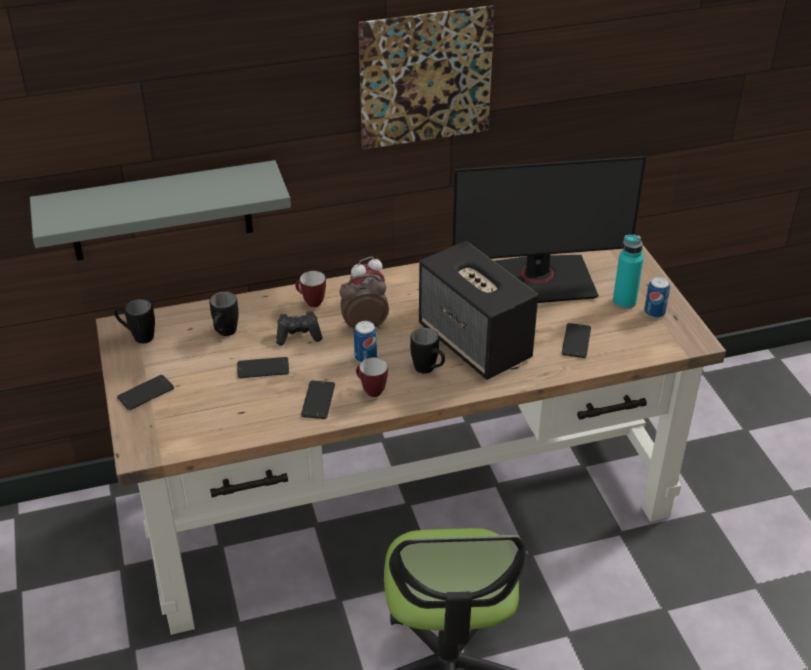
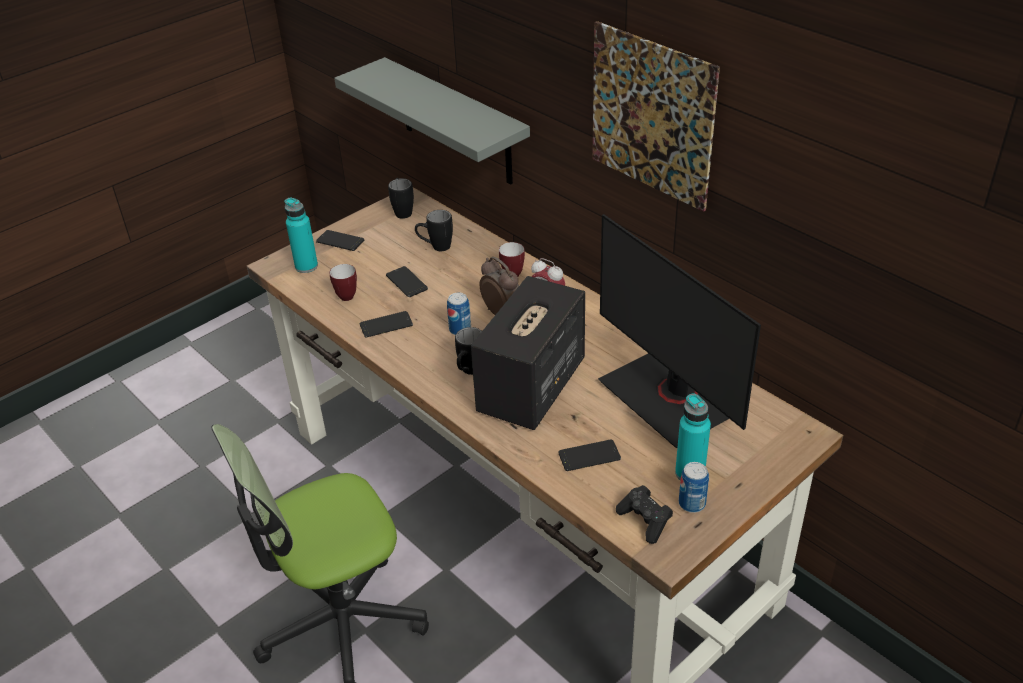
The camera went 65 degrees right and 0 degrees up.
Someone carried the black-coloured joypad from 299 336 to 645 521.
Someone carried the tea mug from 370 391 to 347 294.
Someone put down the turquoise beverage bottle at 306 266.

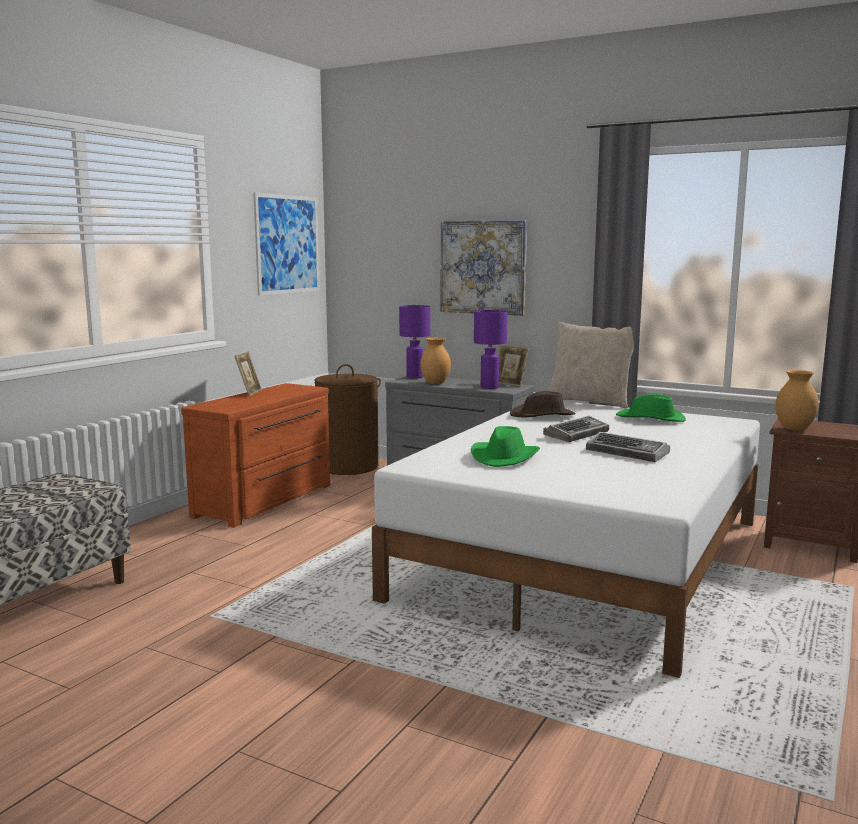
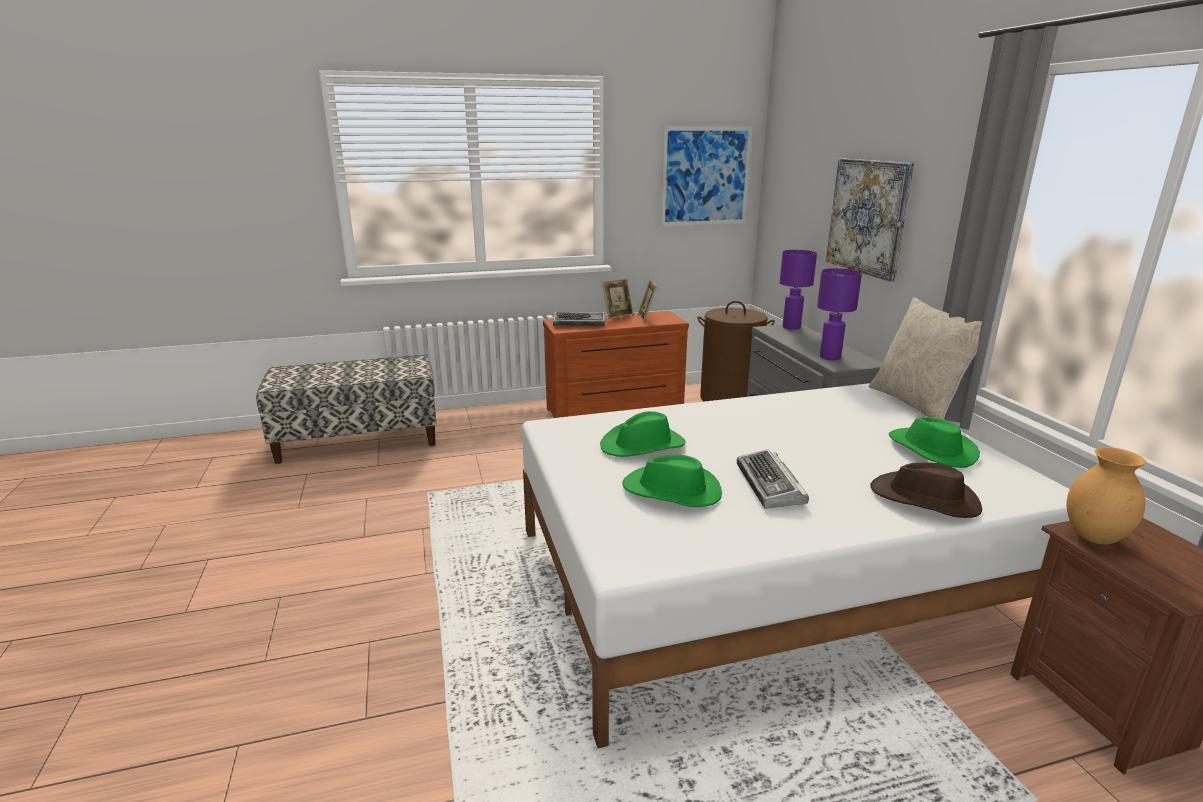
The camera went 45 degrees right and 10 degrees up.
Someone took away the brownish decorative vase at 435 383.
Someone carried the photo frame from 510 384 to 646 317.
Someone carried the brownish hat from 543 415 to 925 499.
Someone carried the computer keyboard from 576 434 to 580 323.
Someone put down the green-coloured hat at 672 491.

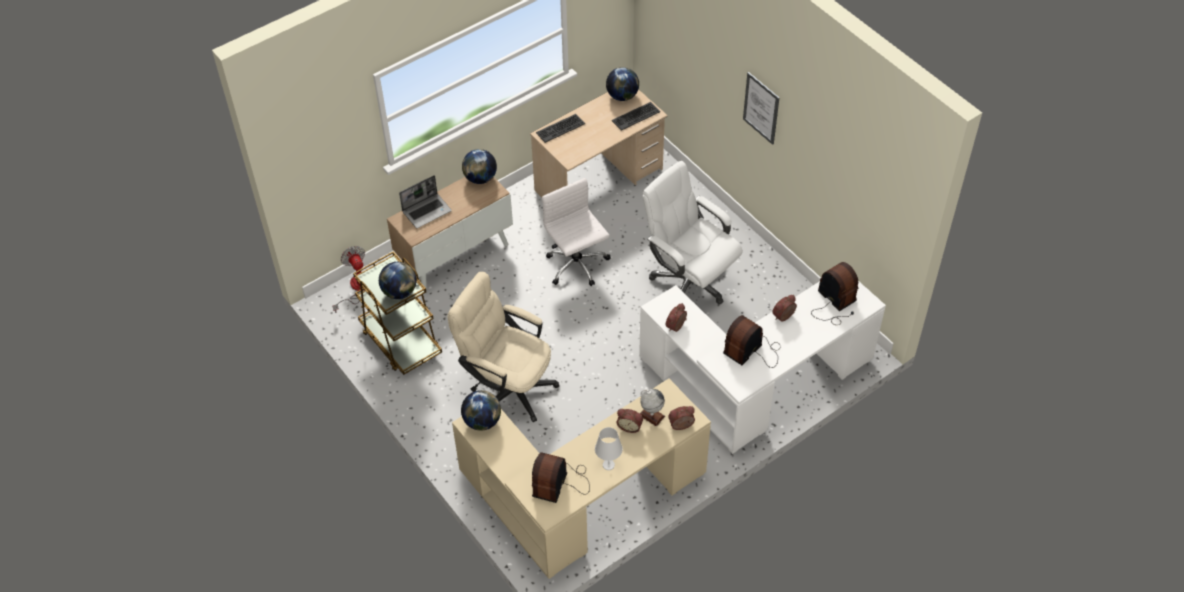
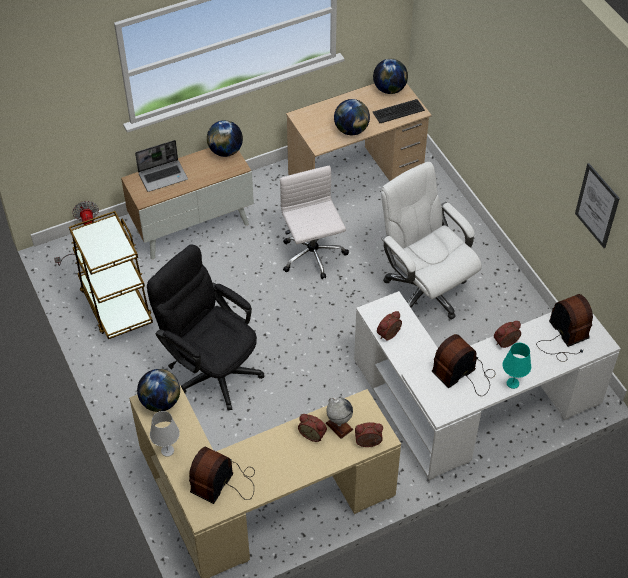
The camera went 10 degrees right and 0 degrees up.
Someone carried the desk globe from 399 292 to 351 130.
Someone repainted the beige desk chair at 507 386, which became the black-coloured desk chair at 211 368.
Someone took away the computer keyboard at 560 128.
Someone carried the white-coloured table lamp from 608 465 to 167 451.
Someone carried the picture from 761 108 to 597 205.
Someone put down the turquoise table lamp at 513 383.

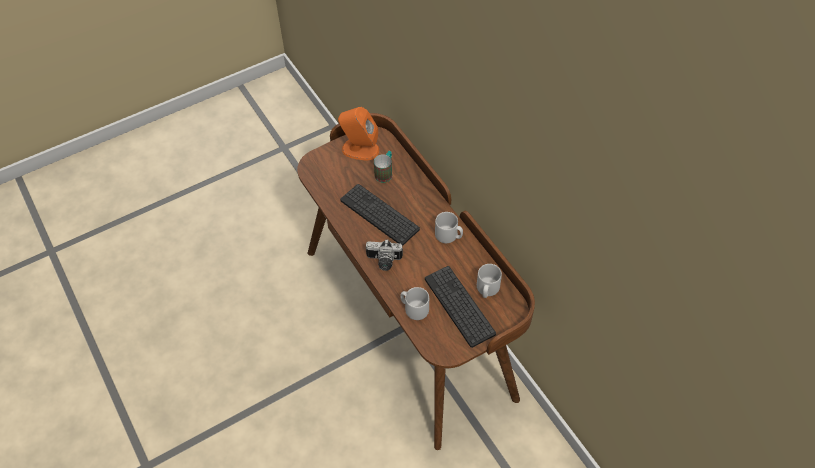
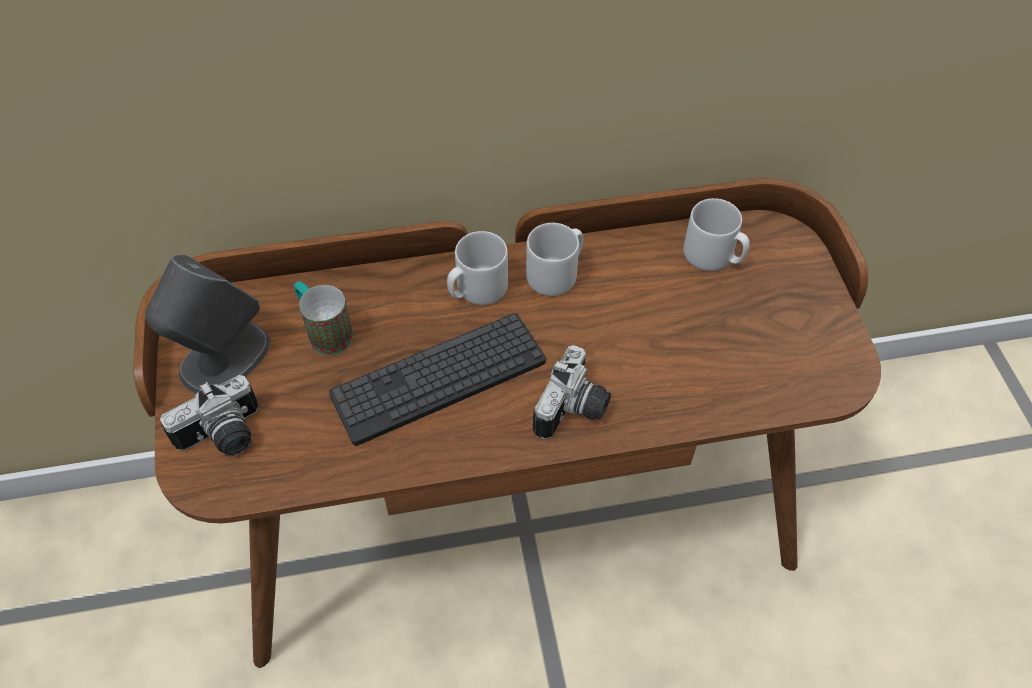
The camera went 70 degrees left and 0 degrees up.
Someone repainted the orangey loudspeaker at 360 149, which became the greyish loudspeaker at 224 358.
Someone carried the greyish tea mug from 414 309 to 476 290.
Someone took away the computer keyboard at 459 306.
Someone put down the photo camera at 224 437.

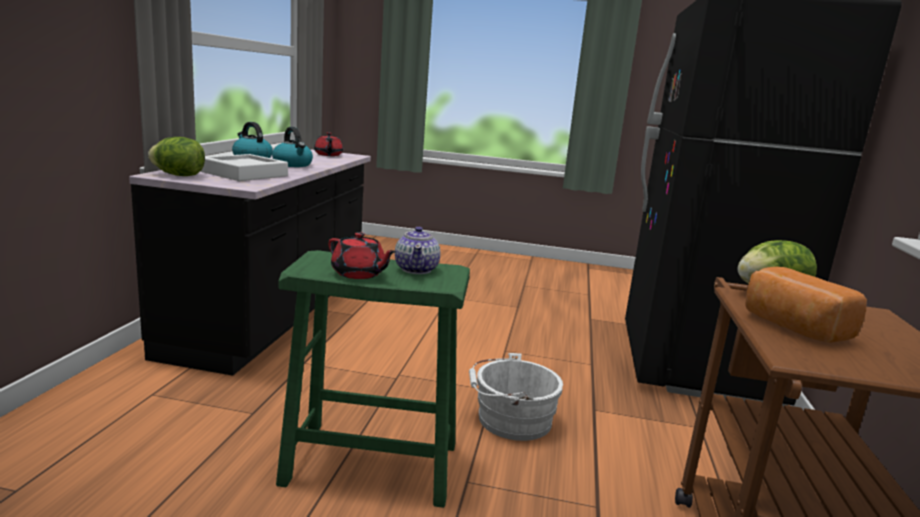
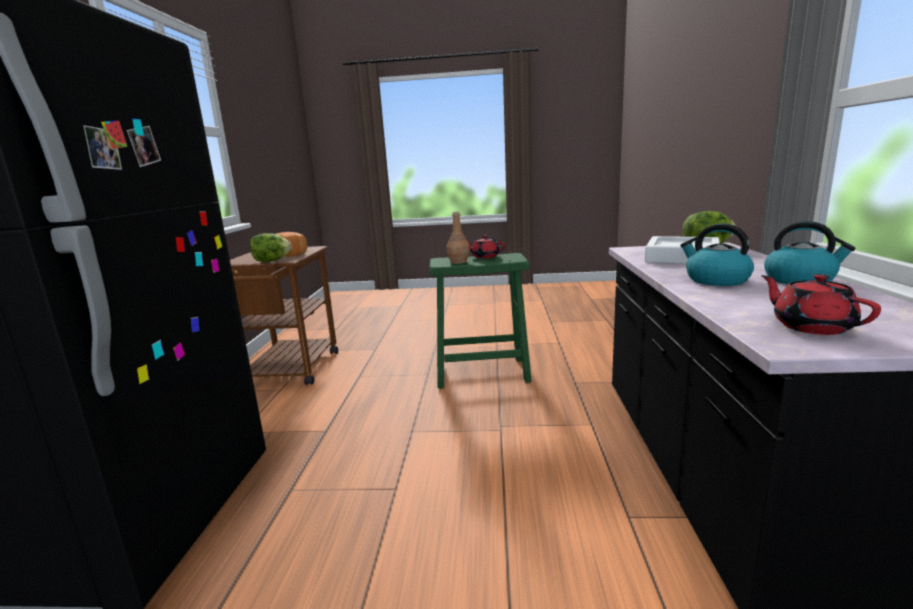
The camera went 175 degrees right and 0 degrees up.
Someone swapped the pot for tea at 417 269 for the brownish beverage bottle at 458 262.
Someone took away the white-coloured pail at 509 420.

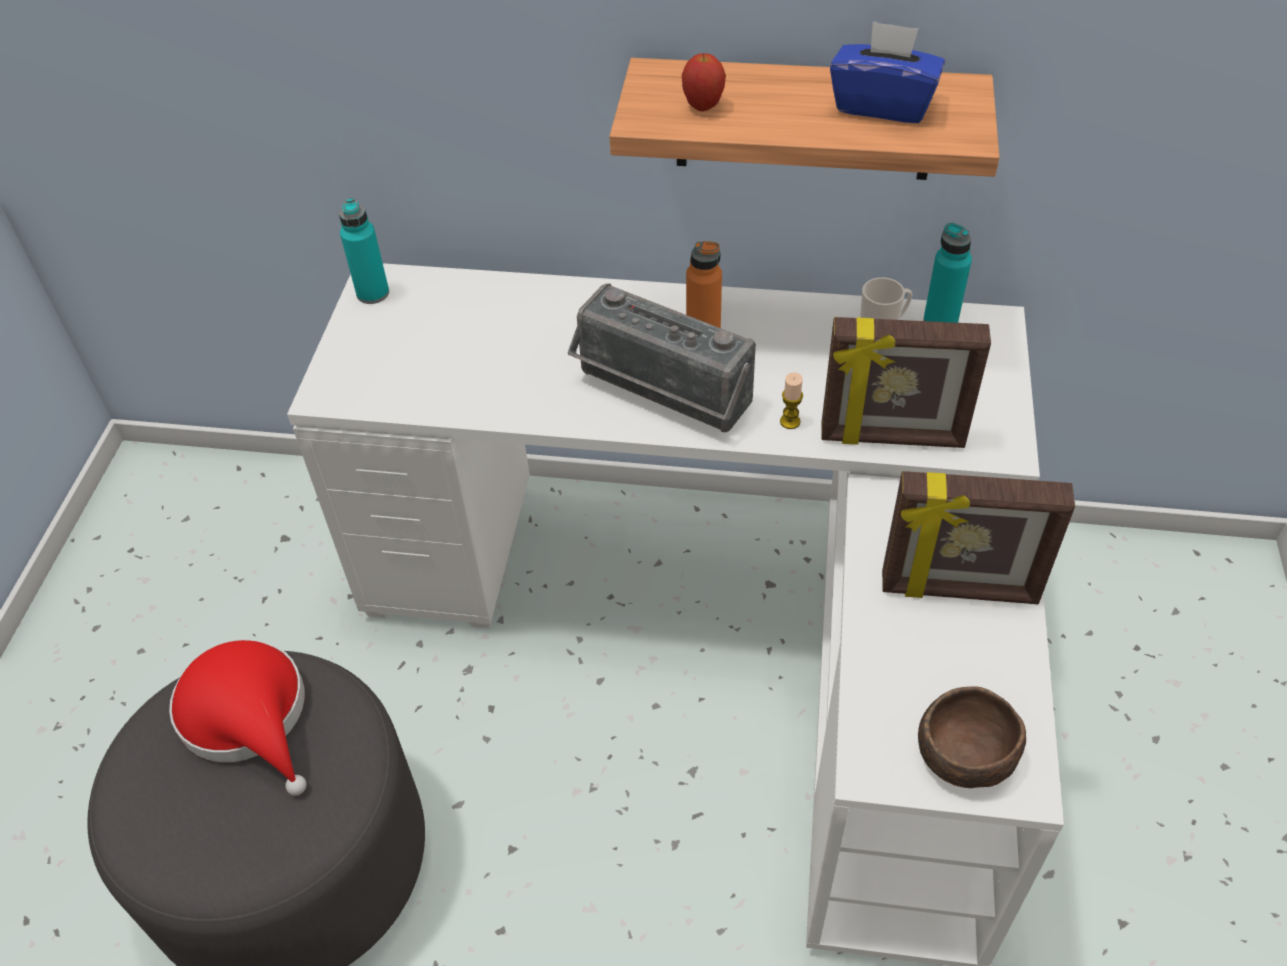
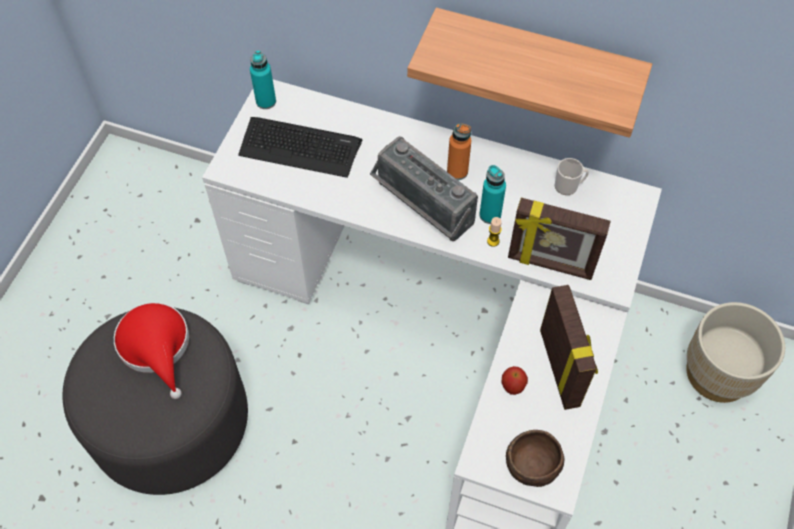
The camera went 10 degrees right and 10 degrees up.
Someone carried the apple from 703 106 to 512 387.
Someone took away the bluish box of tissues at 883 105.
Someone rotated the photo frame at 959 591 by 120 degrees counterclockwise.
Someone carried the turquoise beverage bottle from 940 322 to 490 215.
Someone put down the computer keyboard at 300 147.
Someone put down the beige flower pot at 718 373.

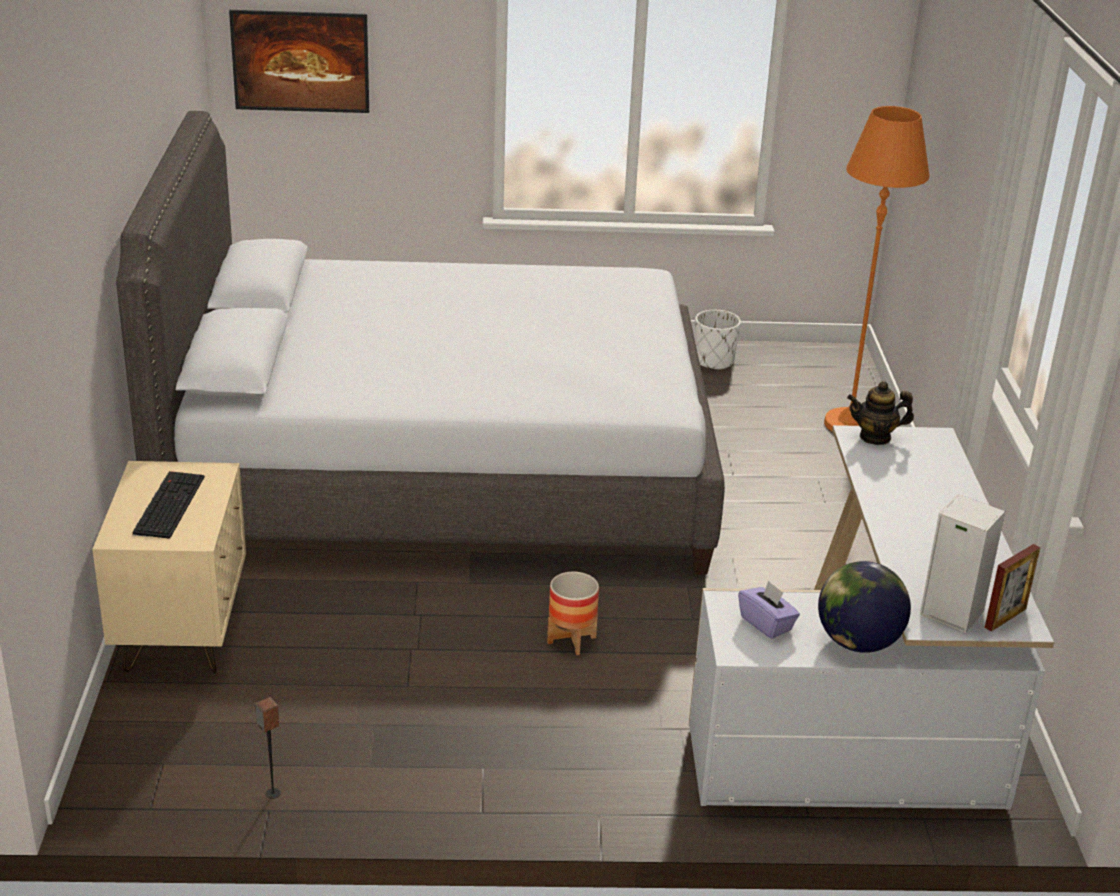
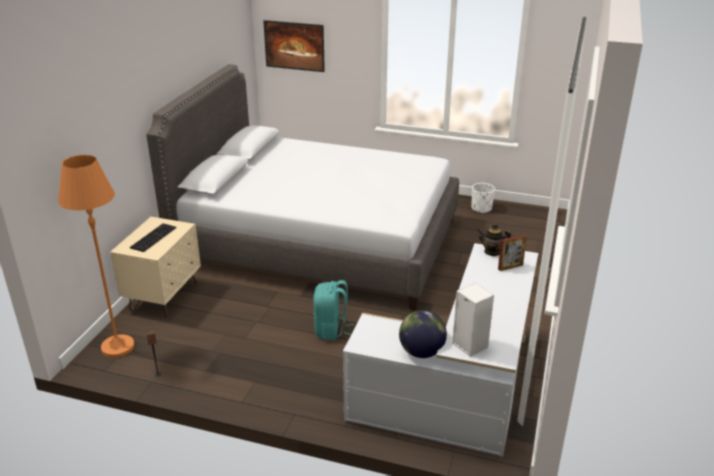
The camera went 20 degrees right and 0 degrees up.
Someone swapped the flower pot at 571 640 for the turquoise backpack at 331 330.
Someone took away the purplish box of tissues at 766 623.
Someone carried the orangey standard lamp from 849 424 to 118 347.
Someone carried the photo frame from 1005 618 to 510 267.

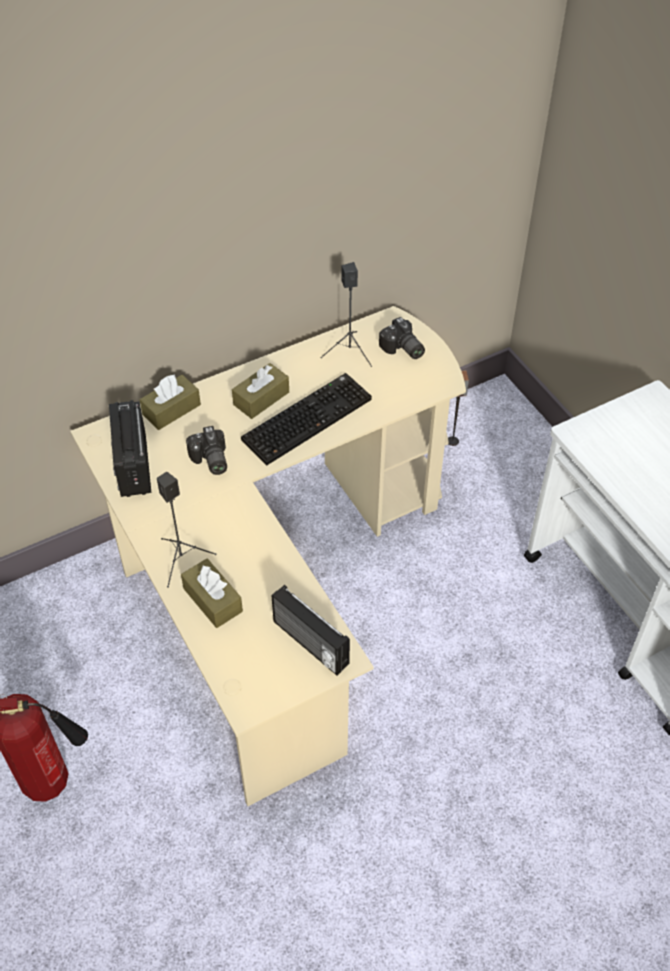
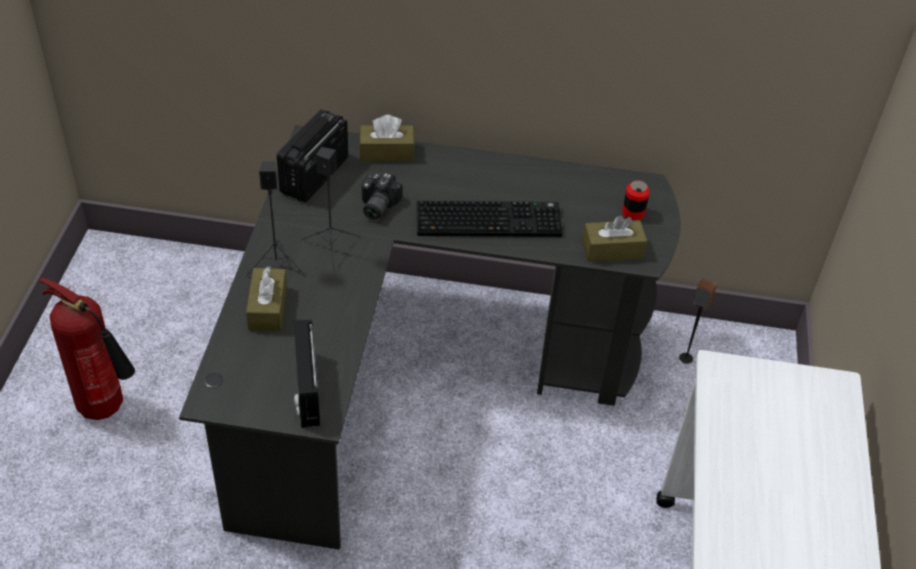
The camera went 35 degrees right and 5 degrees down.
Someone repainted the beige desk unit at 275 584, which became the black-coloured desk unit at 413 377.
Someone carried the brownish box of tissues from 261 398 to 612 249.
Someone carried the black-coloured loudspeaker from 349 351 to 331 249.
Someone swapped the photo camera at 402 349 for the can at 633 213.

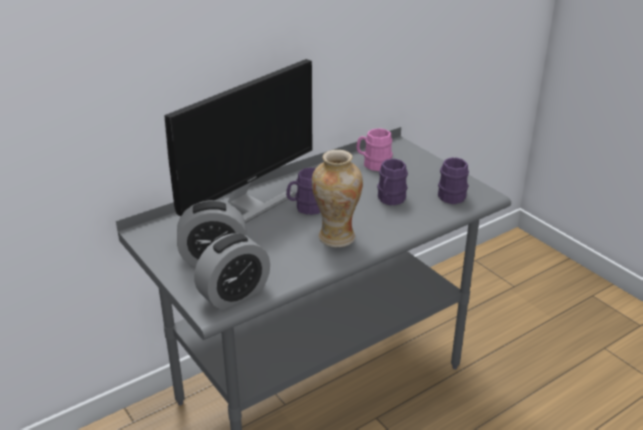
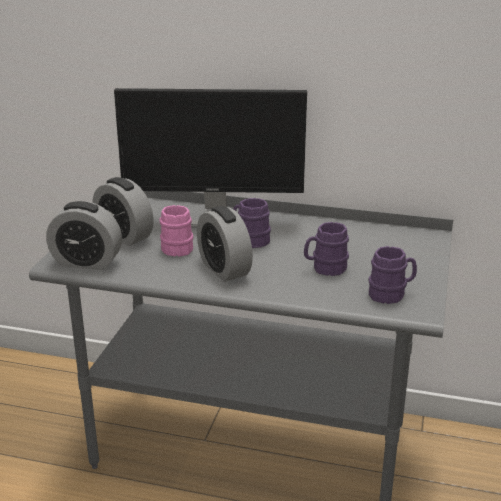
The camera went 50 degrees right and 5 degrees down.
Someone swapped the decorative vase at 336 237 for the bedside clock at 224 269.
Someone carried the pinkish tea mug from 373 164 to 175 247.

